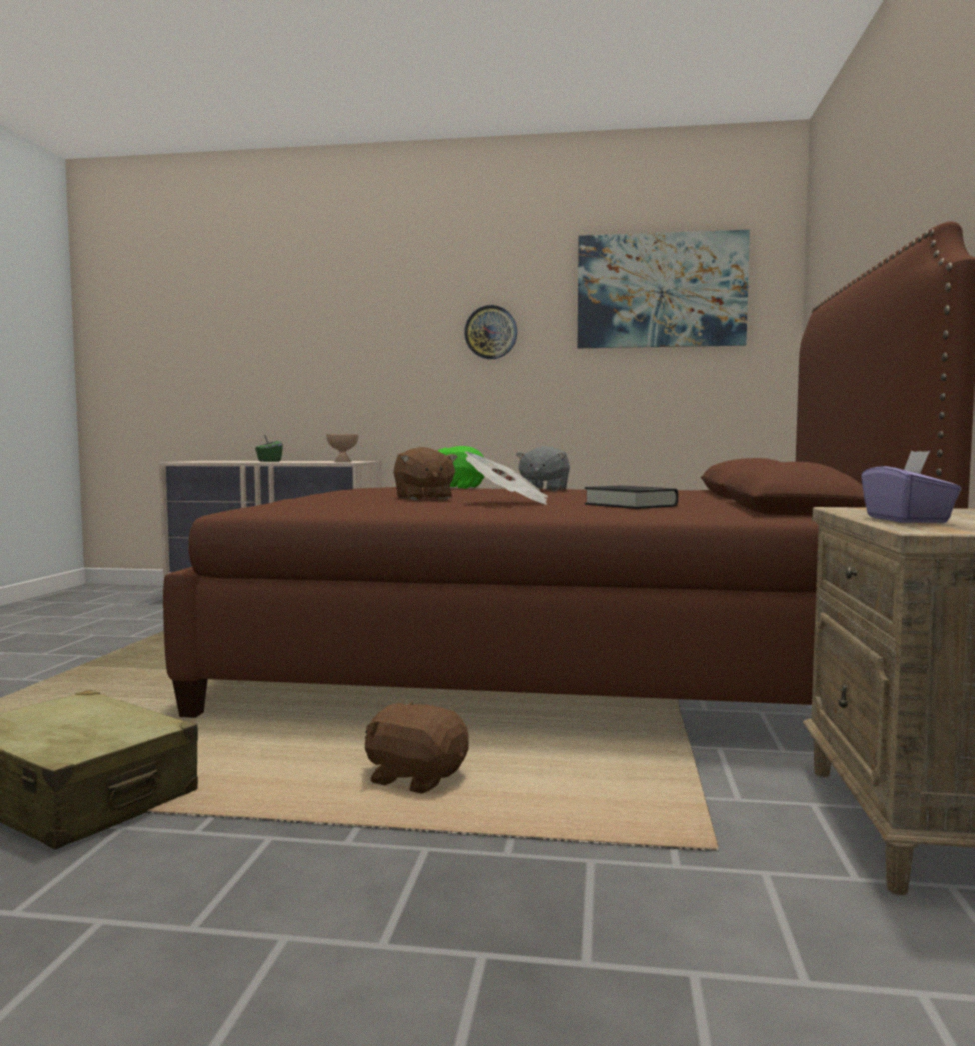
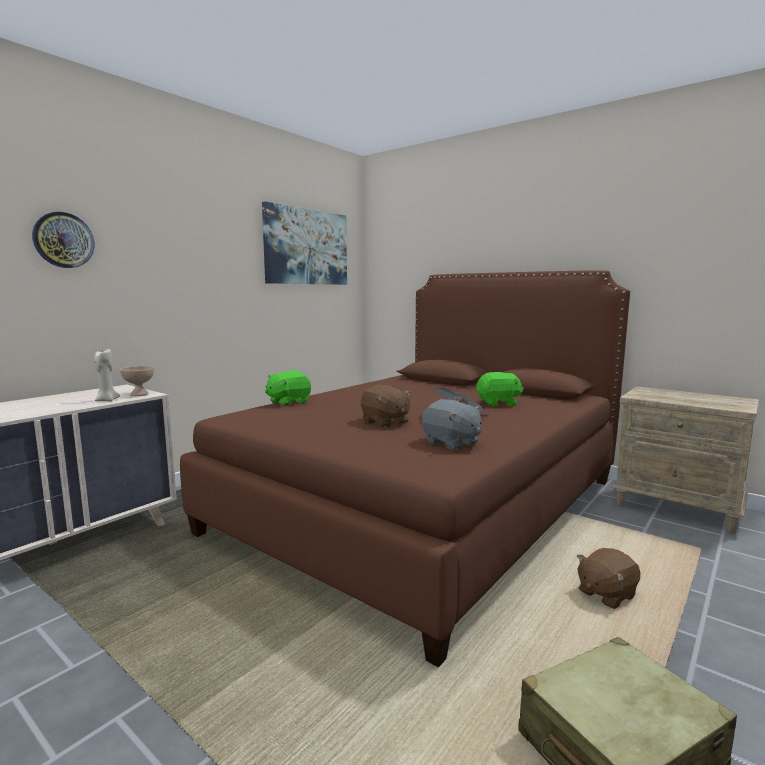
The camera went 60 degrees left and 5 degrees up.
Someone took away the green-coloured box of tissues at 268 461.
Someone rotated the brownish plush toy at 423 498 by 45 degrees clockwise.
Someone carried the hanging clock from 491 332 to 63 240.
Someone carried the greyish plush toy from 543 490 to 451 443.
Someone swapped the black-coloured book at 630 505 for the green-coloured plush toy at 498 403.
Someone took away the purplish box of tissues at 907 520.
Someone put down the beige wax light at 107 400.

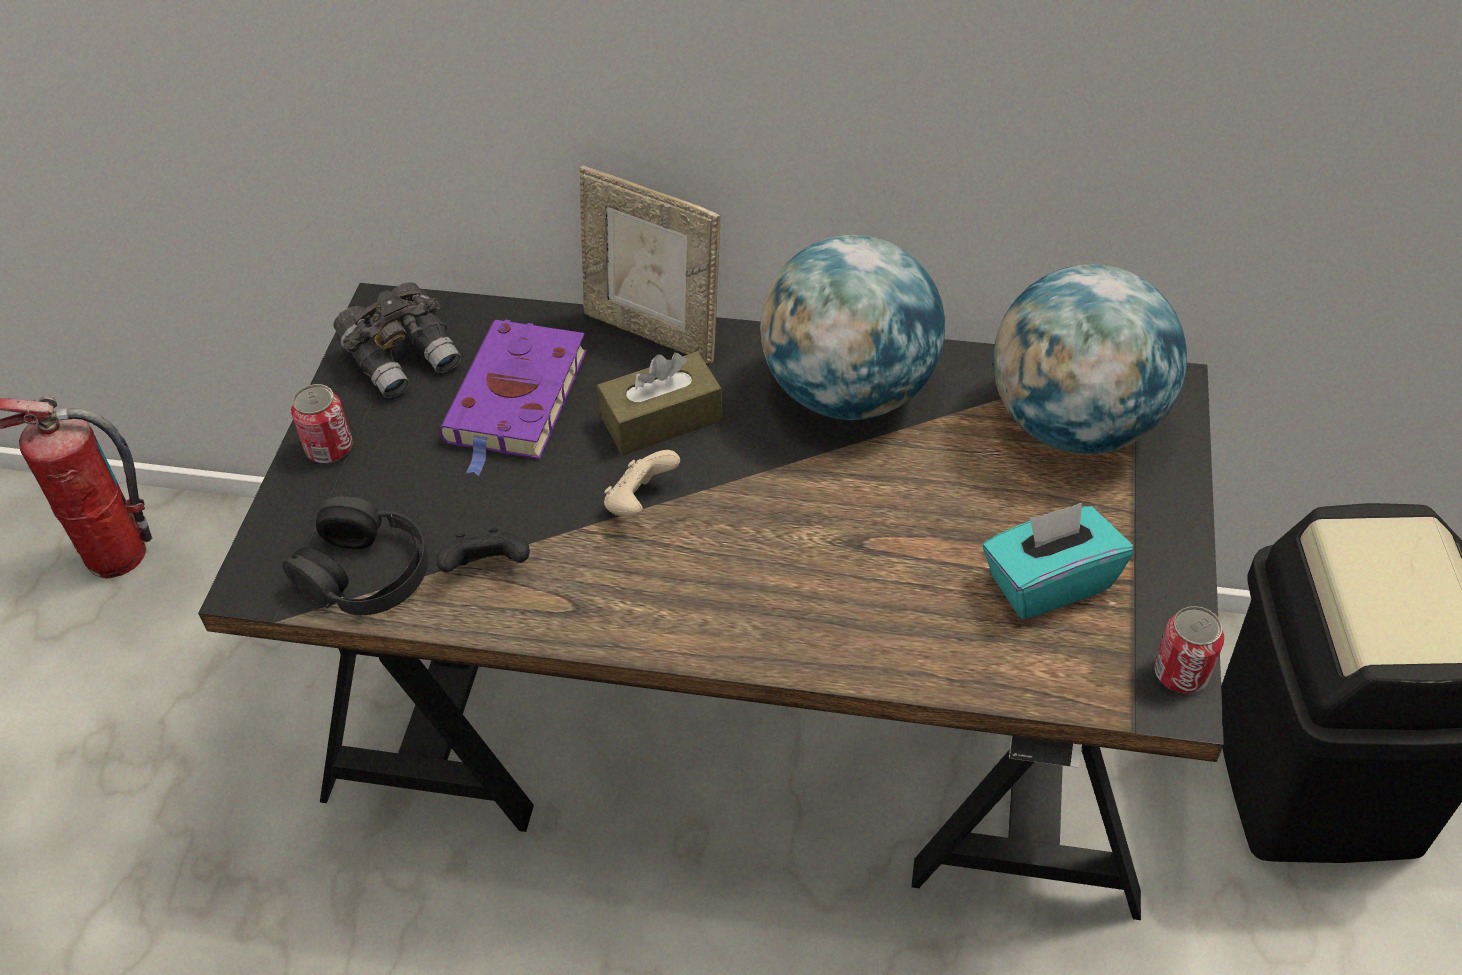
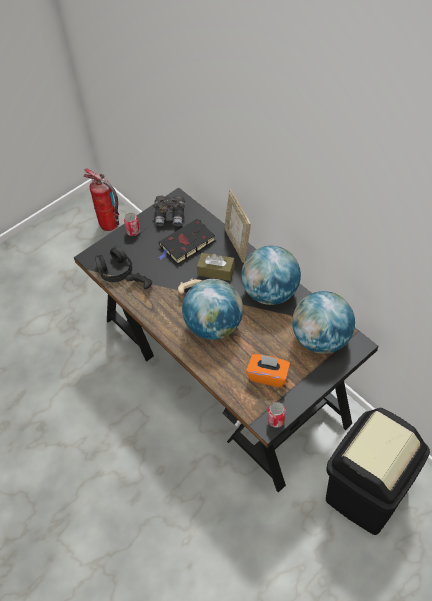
The camera went 40 degrees right and 5 degrees up.
Someone repainted the purplish book at 516 401, which became the black-coloured book at 186 244.
Someone repainted the turquoise box of tissues at 1049 582, which became the orangey box of tissues at 268 376.
Someone put down the desk globe at 214 326.

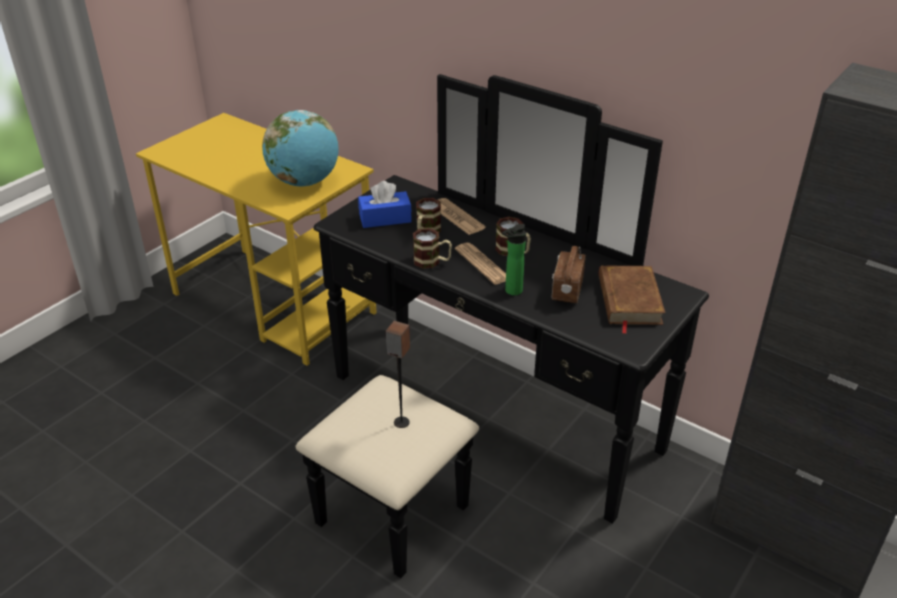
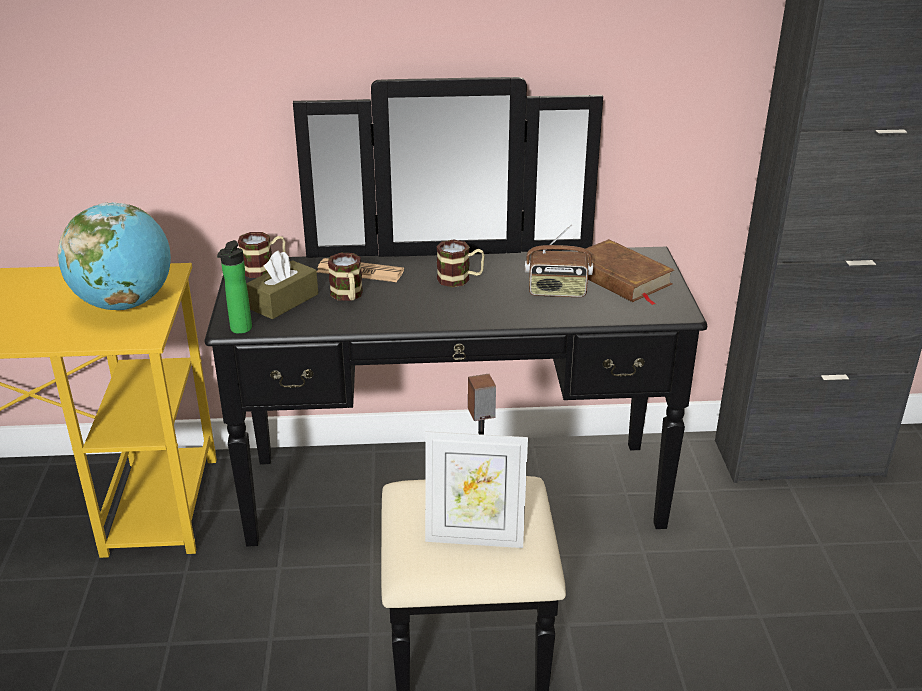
The camera went 40 degrees left and 5 degrees down.
Someone repainted the bluish box of tissues at 385 218, which became the brownish box of tissues at 283 301.
Someone carried the tea mug from 432 262 to 264 269.
Someone took away the daily paper at 482 264.
Someone carried the beverage bottle from 511 291 to 240 330.
Someone rotated the radio set at 566 290 by 60 degrees counterclockwise.
Someone put down the photo frame at 474 537.

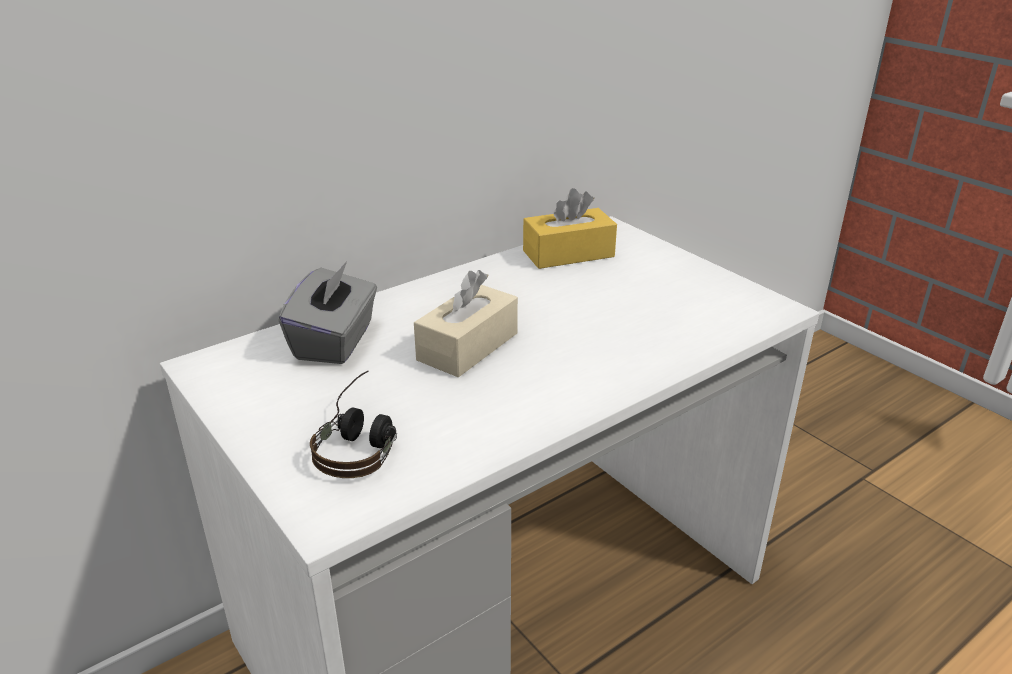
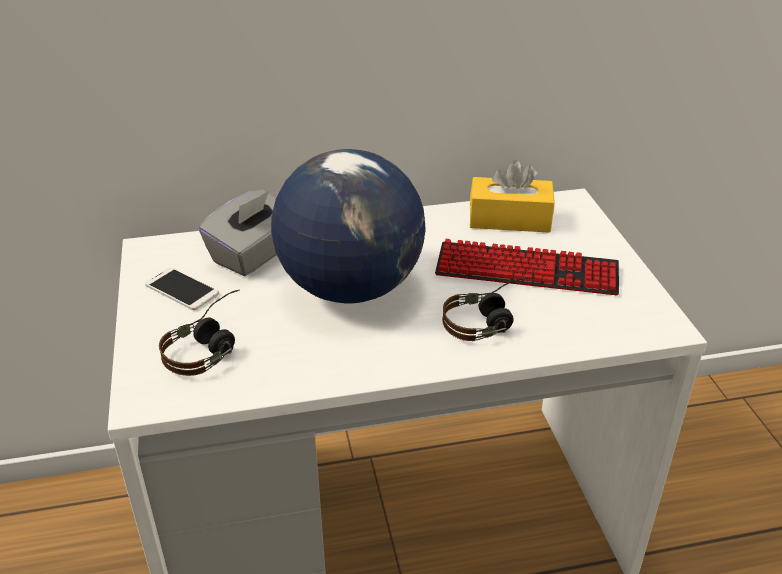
The camera went 25 degrees right and 5 degrees up.
Someone swapped the beige box of tissues at 468 347 for the desk globe at 351 287.
Someone put down the telephone at 182 289.
Someone put down the computer keyboard at 526 271.
Someone put down the headphones at 491 320.

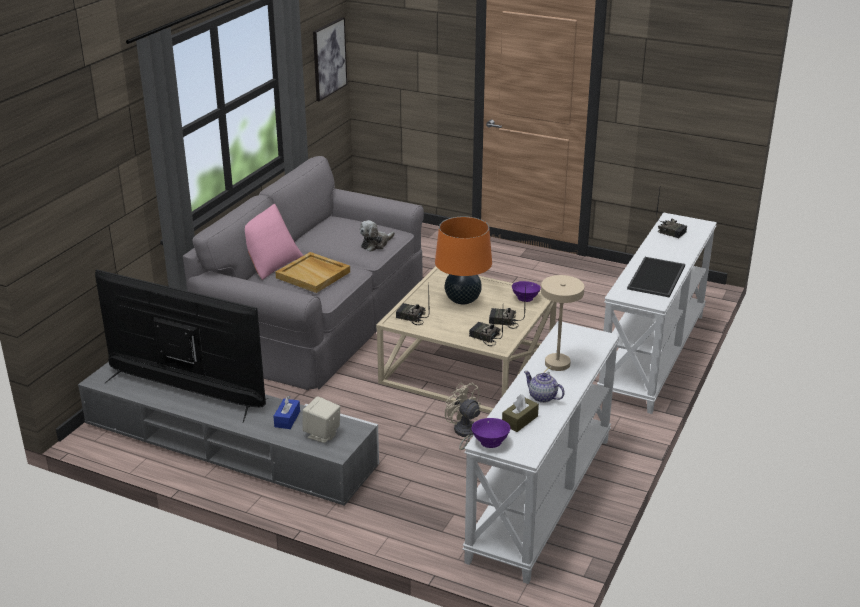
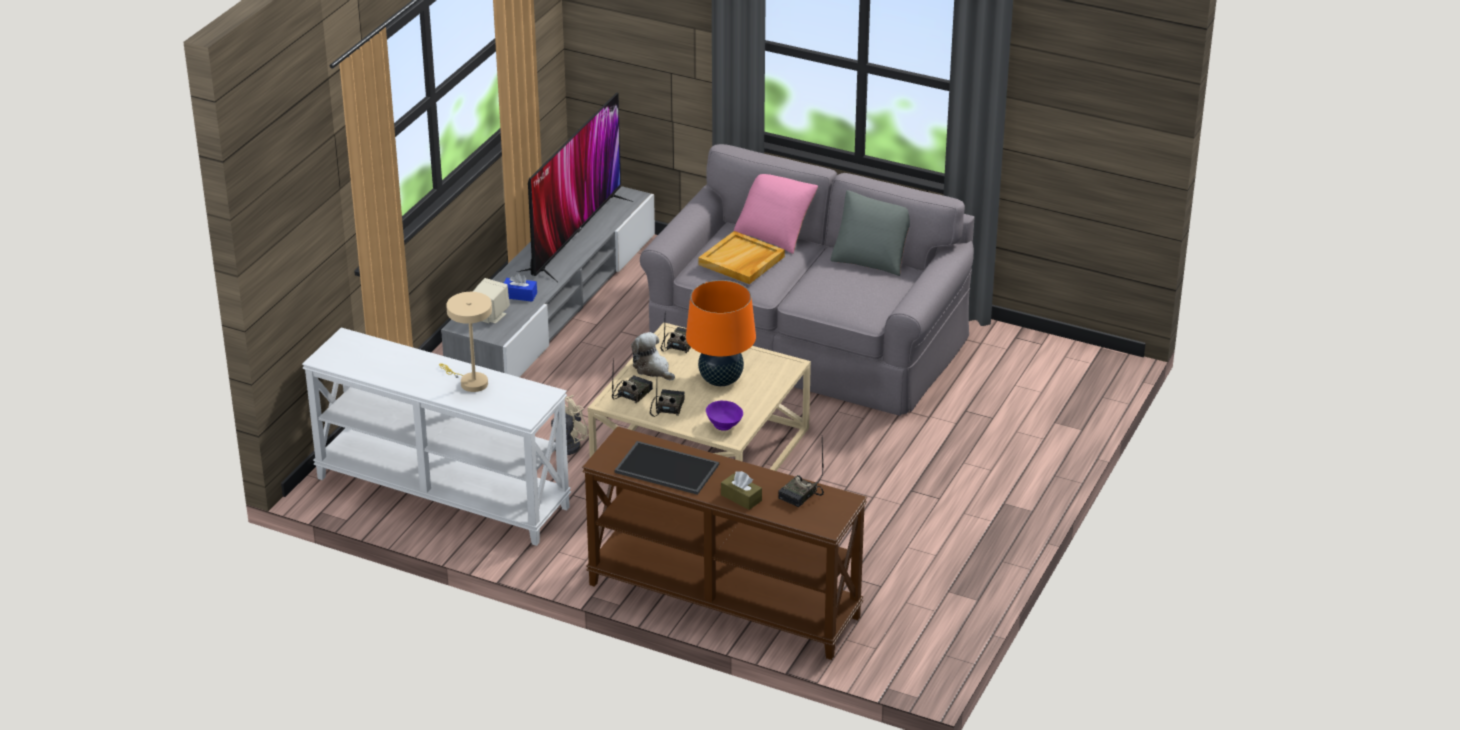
The camera went 90 degrees right and 5 degrees up.
Someone took away the picture at 329 58.
Someone carried the plush toy from 375 244 to 653 369.
Someone took away the purplish bowl at 490 442.
Someone carried the brownish box of tissues from 520 420 to 741 498.
Someone took away the pot for tea at 543 397.
Someone repainted the white-coloured narrow table at 654 356, which became the brownish narrow table at 722 601.
Someone put down the greyish throw pillow at 872 258.

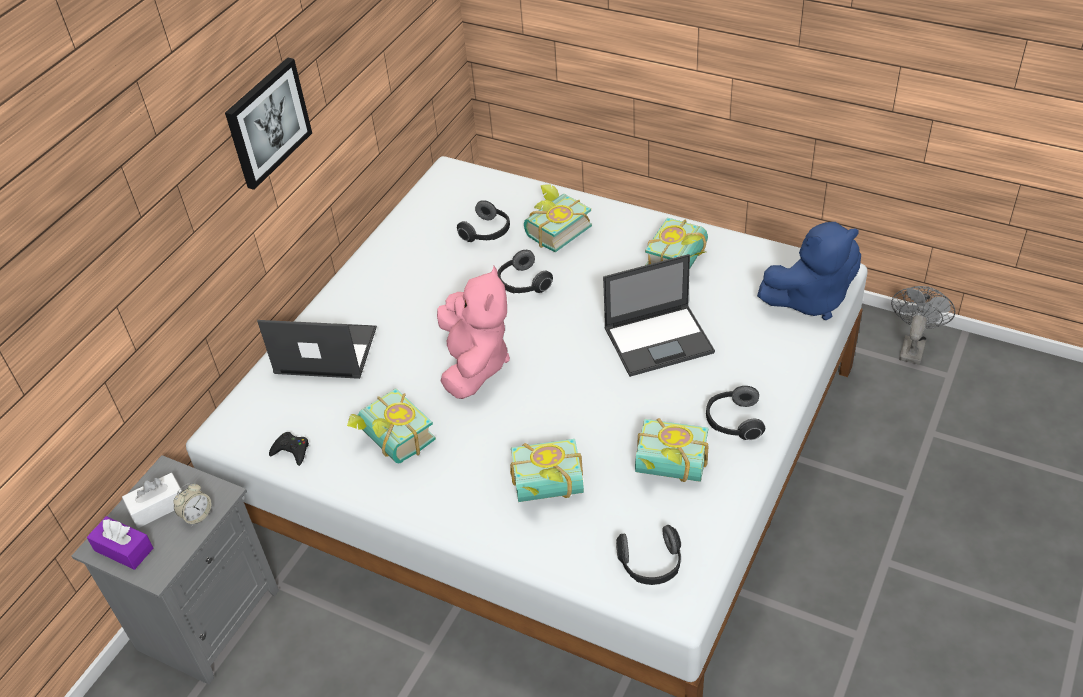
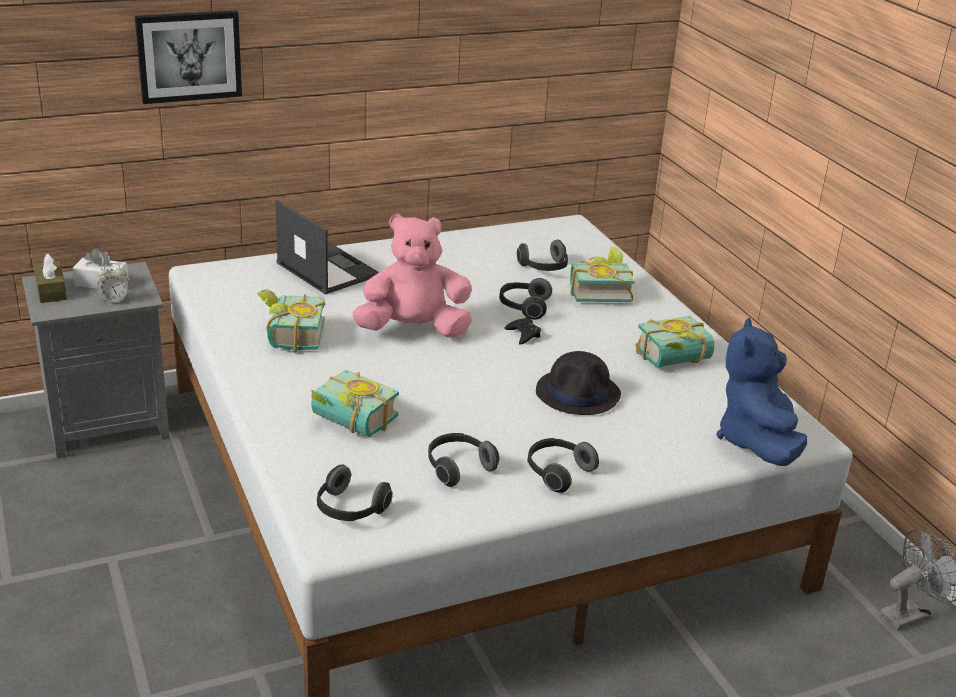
The camera went 35 degrees right and 15 degrees down.
Someone repainted the purplish box of tissues at 124 549, which became the brownish box of tissues at 51 290.
Someone carried the picture from 267 122 to 189 56.
Someone carried the black-coloured joypad from 291 451 to 523 334.
Someone rotated the pinkish plush toy at 474 365 by 135 degrees counterclockwise.
Someone swapped the notebook computer at 659 340 for the black-coloured hat at 578 393.
Someone swapped the book at 669 469 for the headphones at 458 468.
Someone rotated the bluish plush toy at 810 299 by 75 degrees clockwise.

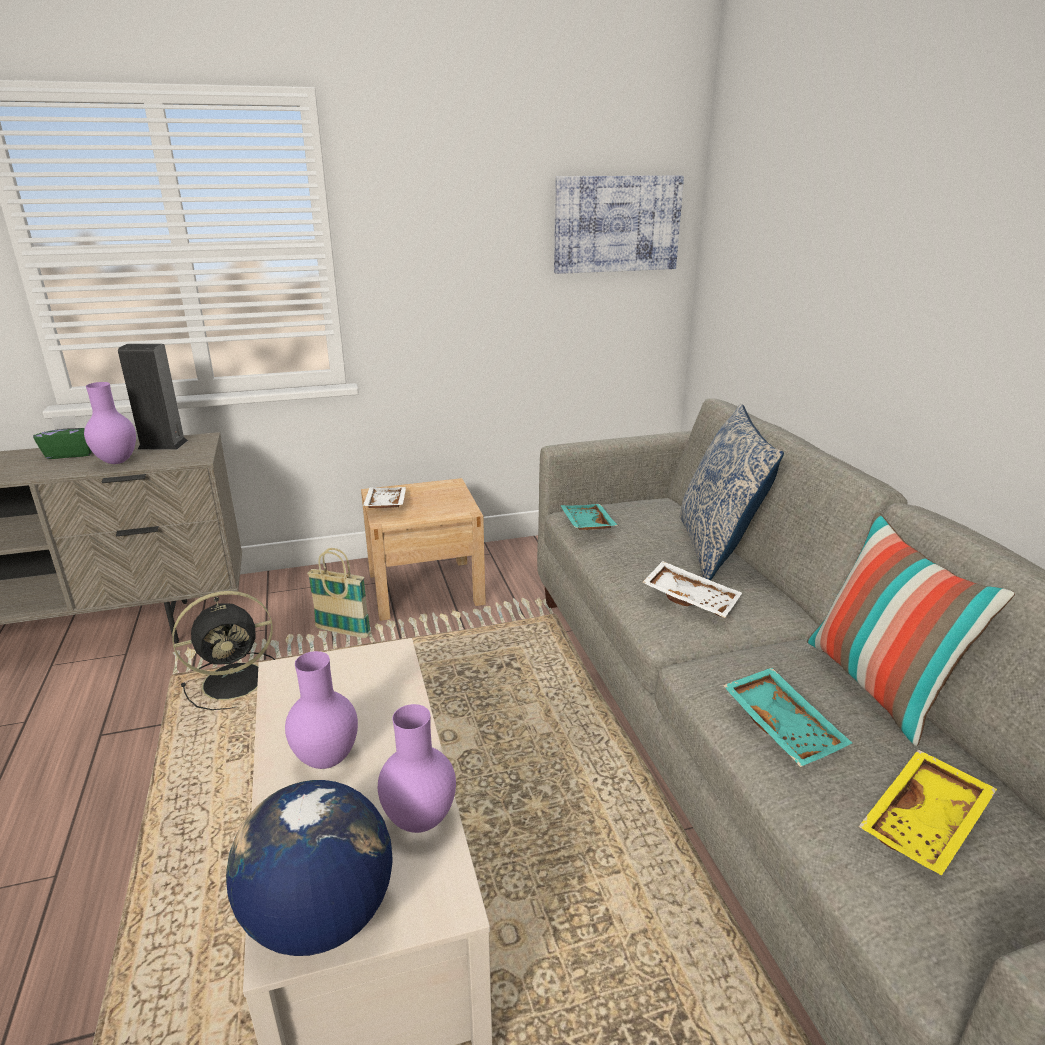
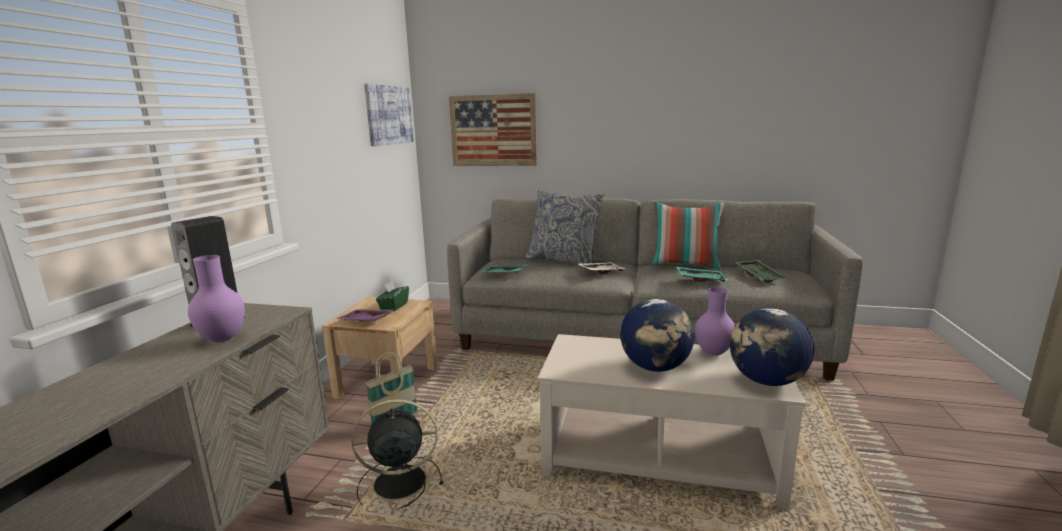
The camera went 60 degrees left and 10 degrees down.
Someone carried the green-coloured box of tissues from 71 453 to 393 306.
Someone rotated the black-coloured fan at 237 681 by 105 degrees counterclockwise.
Someone swapped the purplish decorative vase at 327 760 for the desk globe at 655 367.
Someone repainted the white-coloured carrying tray at 384 505, which became the purplish carrying tray at 365 321.
Someone repainted the yellow-coloured carrying tray at 926 824, which became the green-coloured carrying tray at 760 276.
Someone put up the picture at 493 130.

